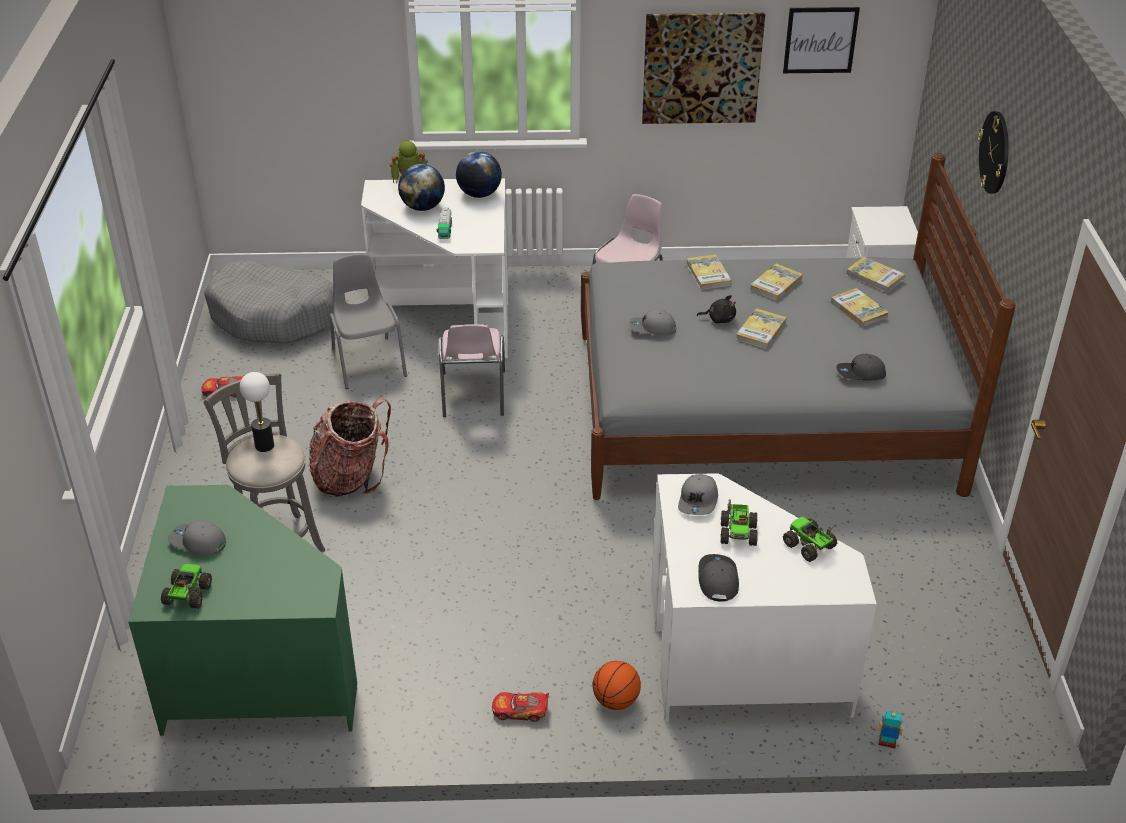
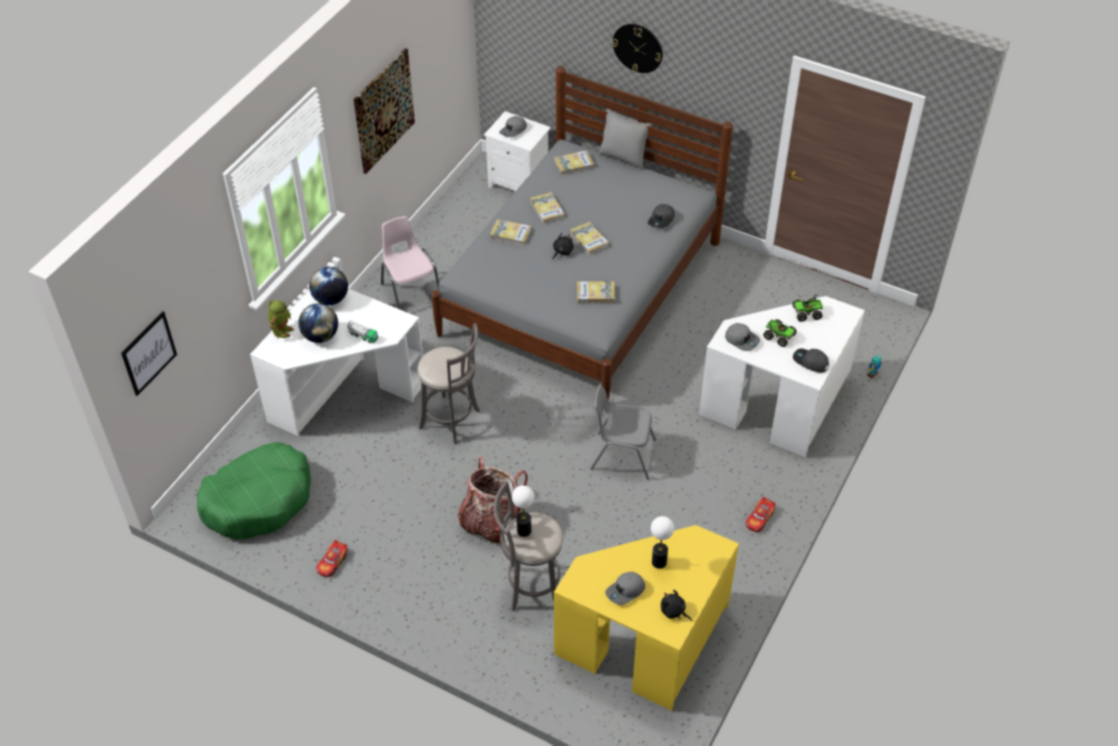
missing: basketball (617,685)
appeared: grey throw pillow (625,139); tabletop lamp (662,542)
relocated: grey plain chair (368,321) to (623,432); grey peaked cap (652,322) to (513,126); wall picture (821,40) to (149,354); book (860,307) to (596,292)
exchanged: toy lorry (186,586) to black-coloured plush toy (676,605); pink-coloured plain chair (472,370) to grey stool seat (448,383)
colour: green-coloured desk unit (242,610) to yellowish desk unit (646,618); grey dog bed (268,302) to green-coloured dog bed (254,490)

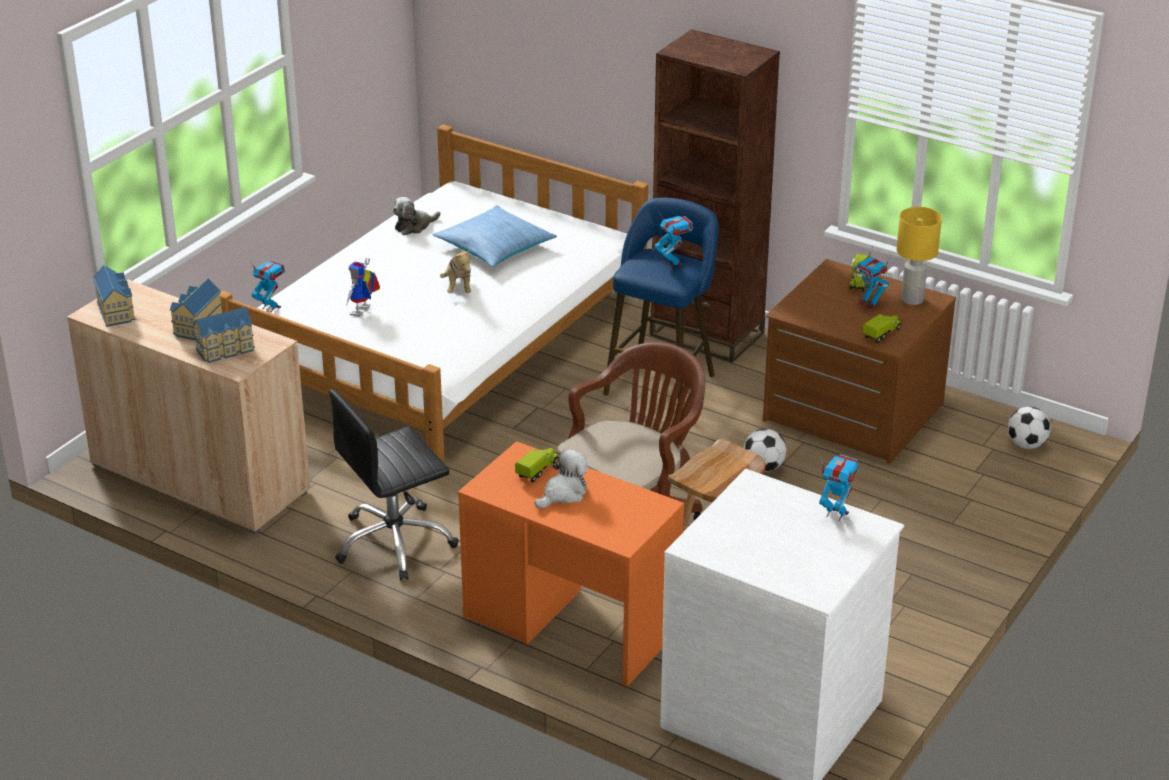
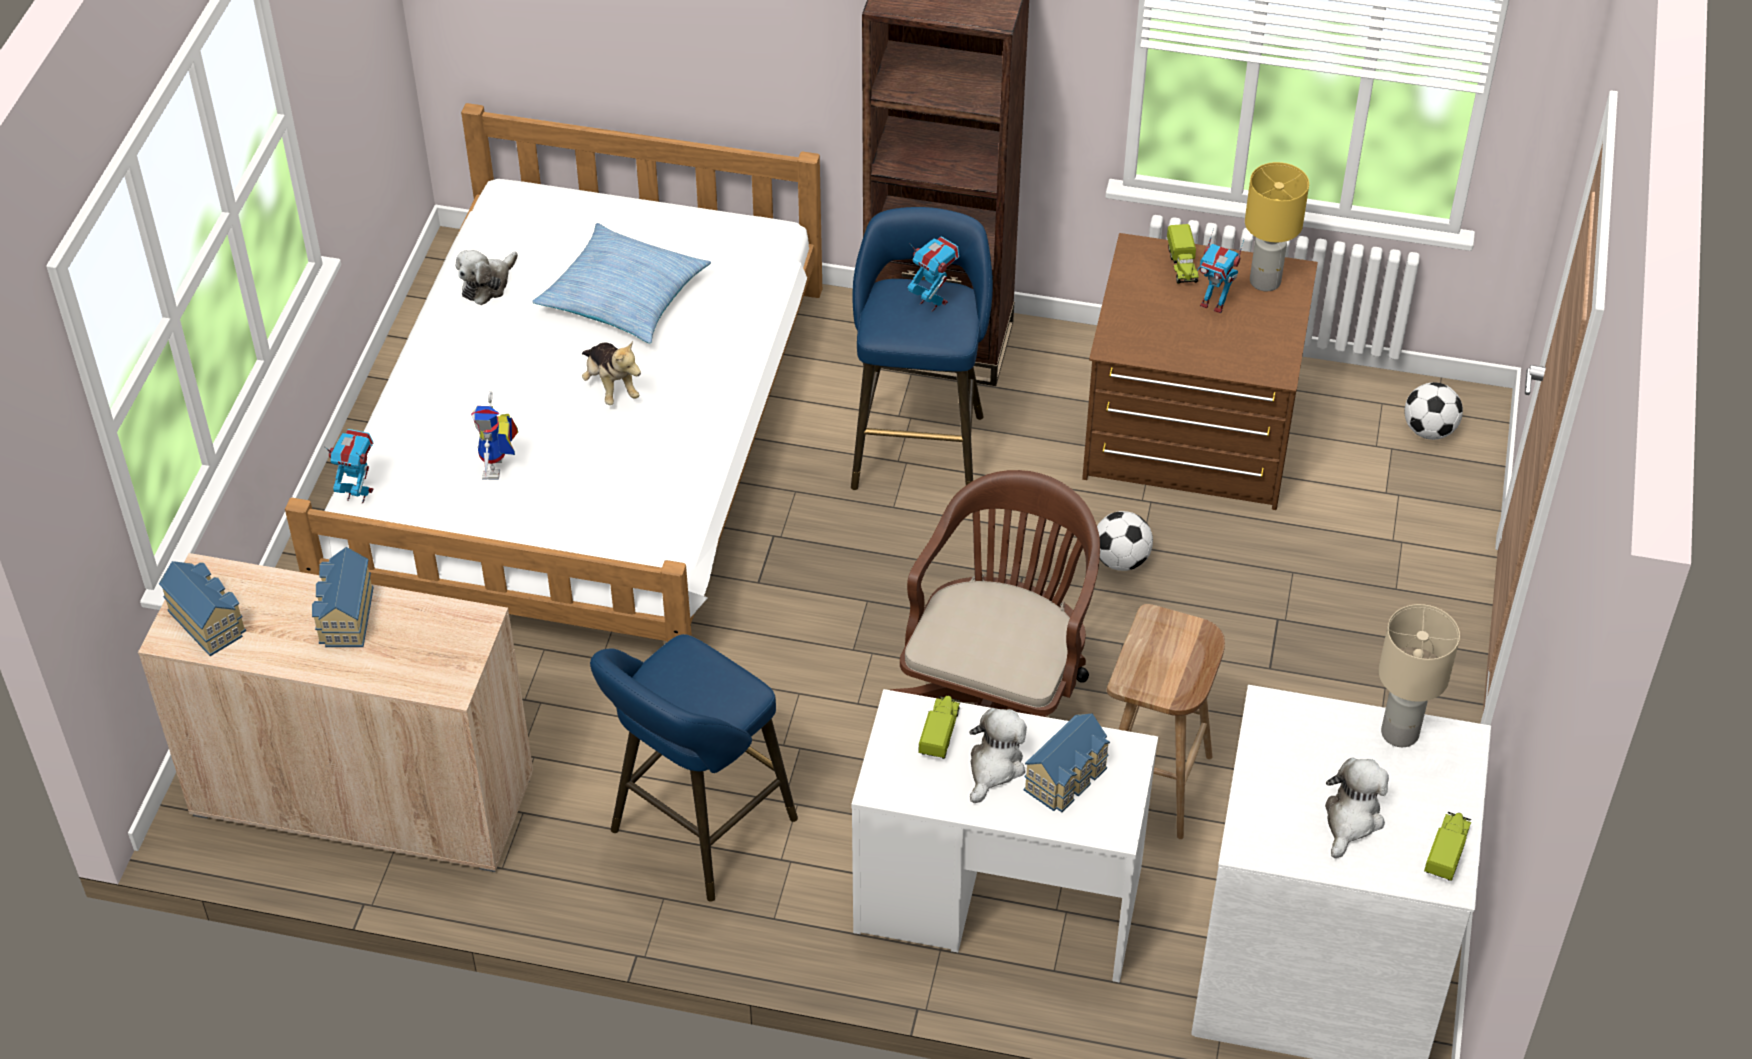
appeared: plush toy (1357,808)
relocated: model house (224,335) to (1067,763); toy lorry (882,328) to (1447,846)
exchanged: black-coloured computer chair (394,484) to bluish stool seat (694,768); toy robot (839,487) to beige tabletop lamp (1419,675)
colour: orangey desk unit (571,564) to white desk unit (1004,836)

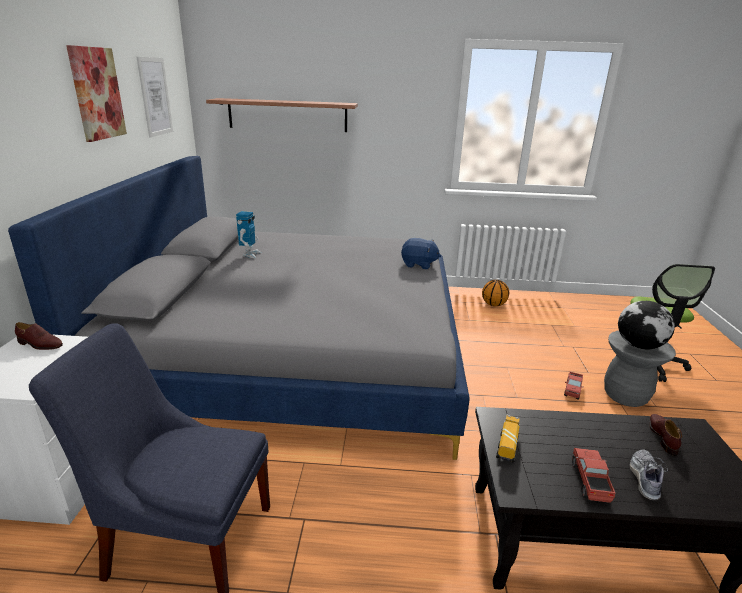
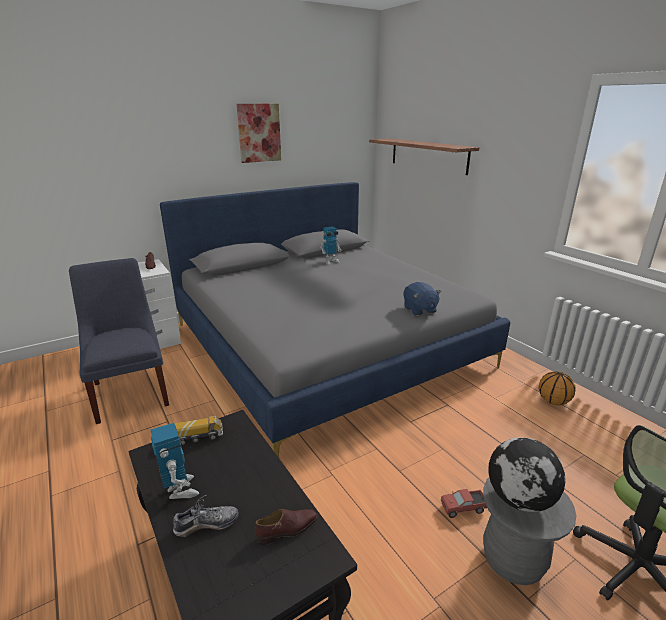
missing: wall picture (155,97)
exchanged: toy lorry (593,475) to toy robot (175,461)

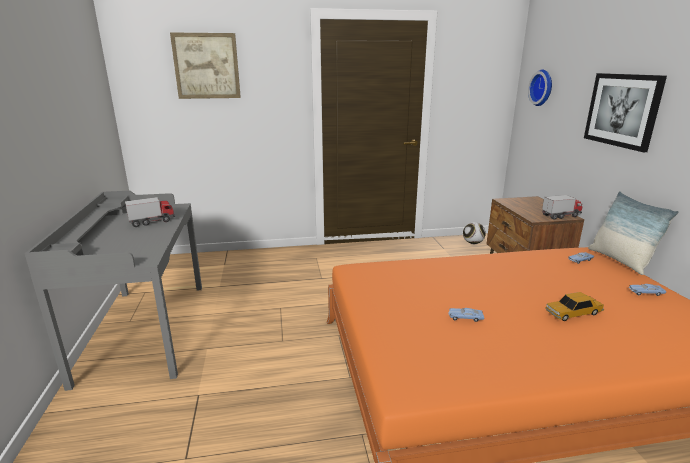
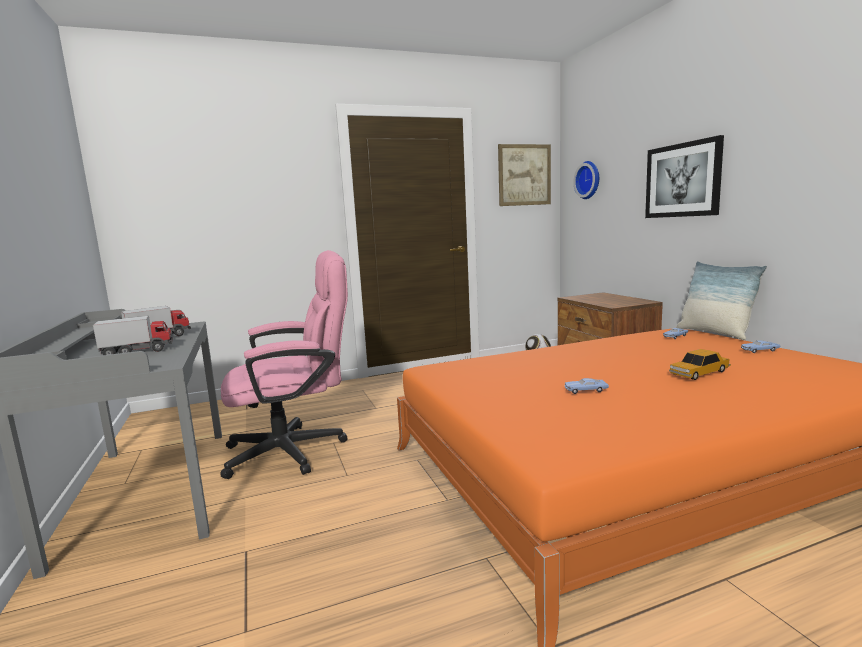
appeared: pink-coloured computer chair (284,364)
relocated: wall picture (205,65) to (524,175); toy lorry (562,207) to (133,335)

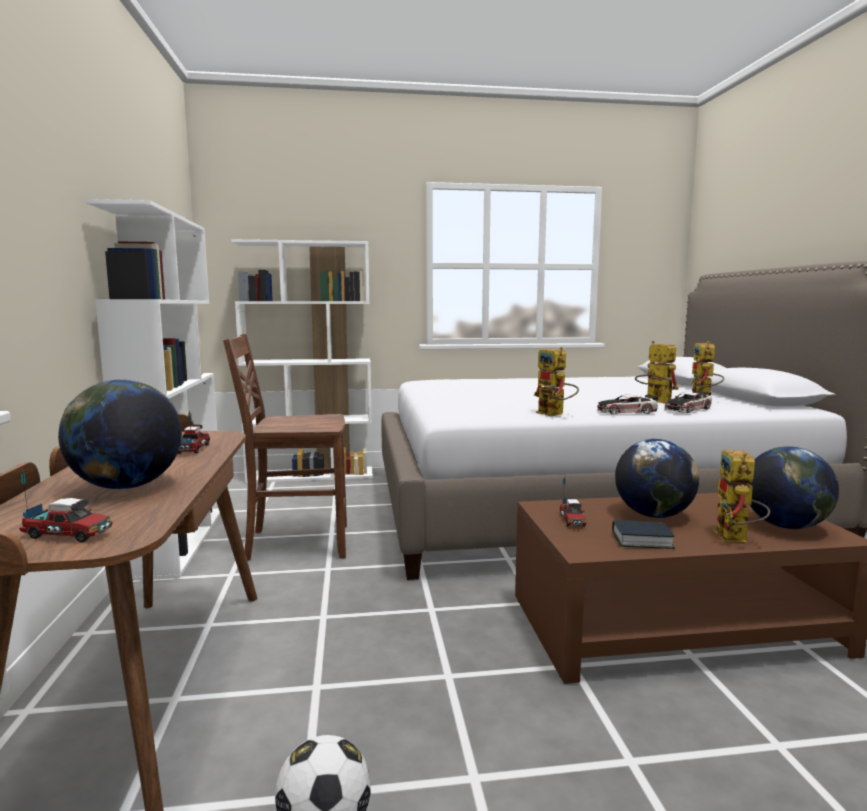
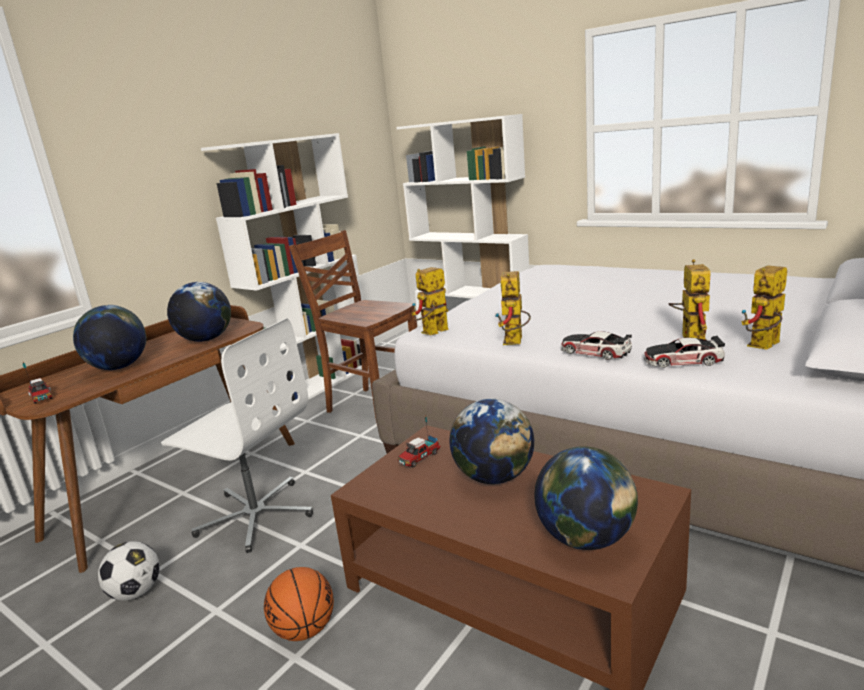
missing: book (643,534)
appeared: white computer chair (237,435); basketball (299,604)
relocated: toy robot (741,496) to (430,301)
exchanged: toy lorry (194,432) to globe (199,312)

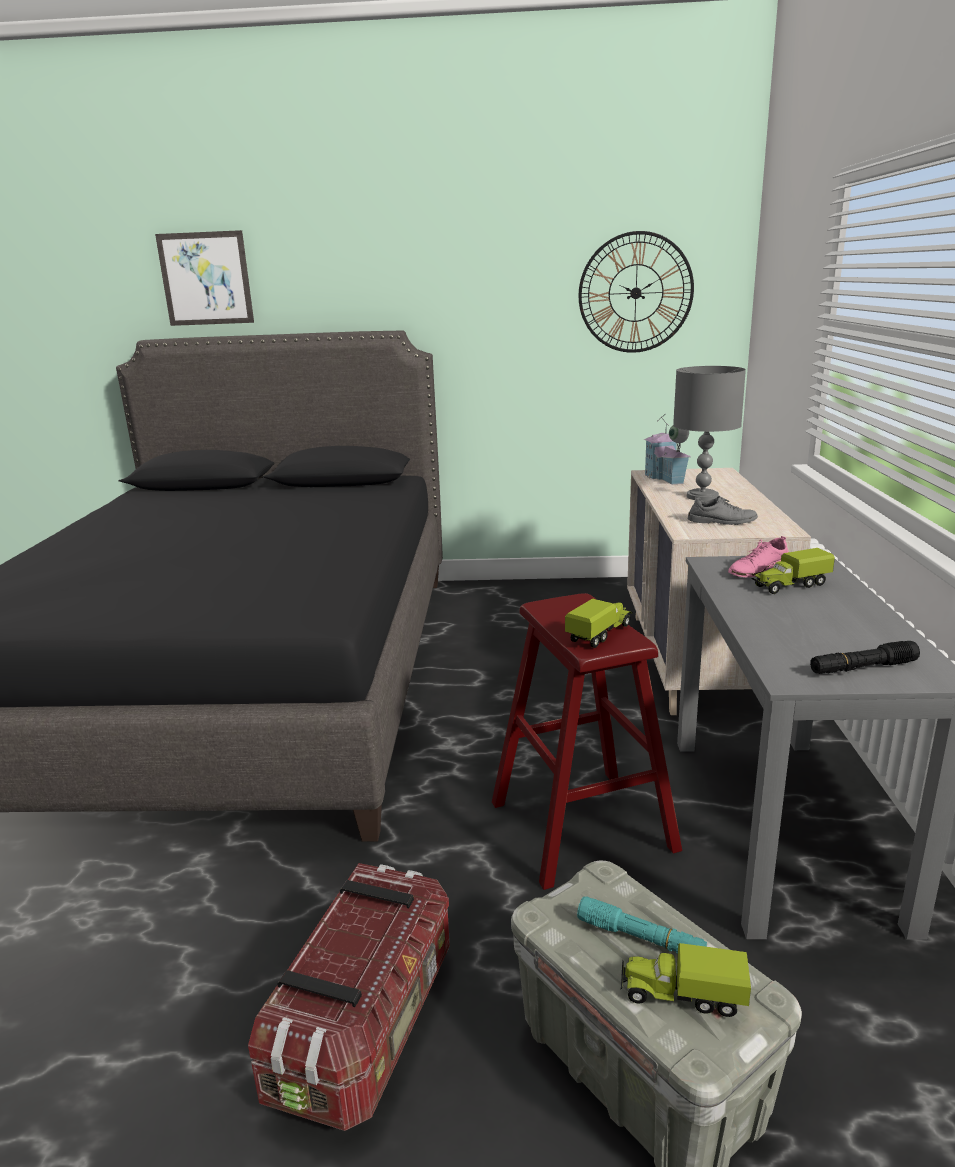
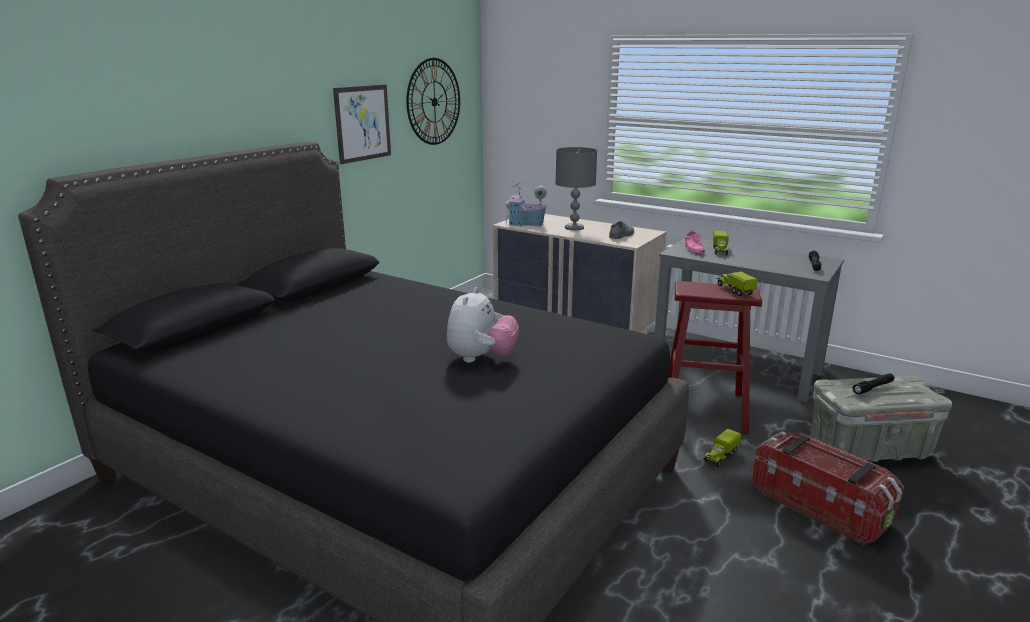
appeared: plush toy (483,325)
relocated: wall picture (204,278) to (362,124); toy lorry (686,980) to (722,448)
colour: turquoise torch (642,925) to black-coloured torch (873,384)

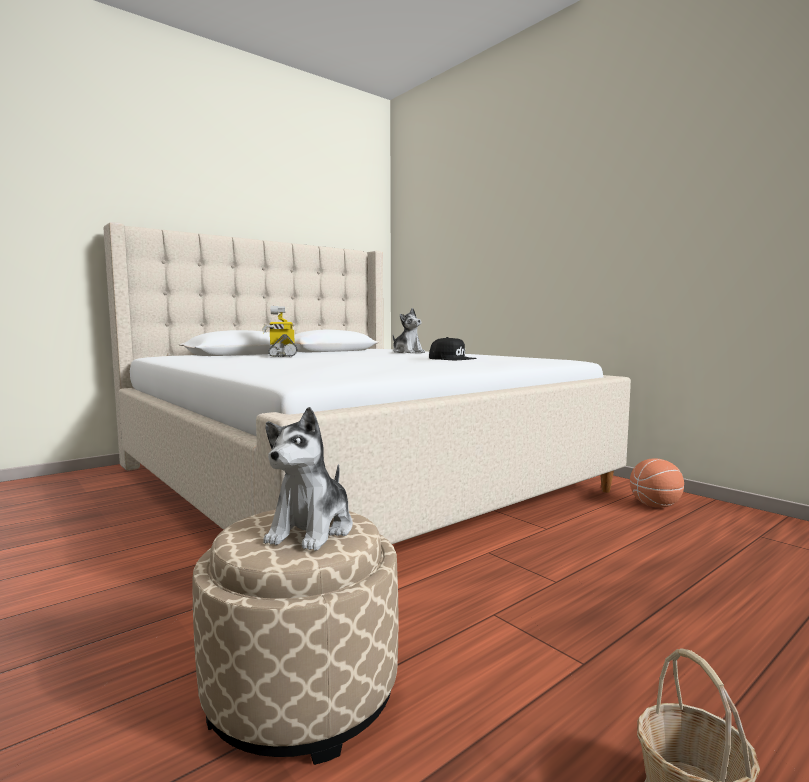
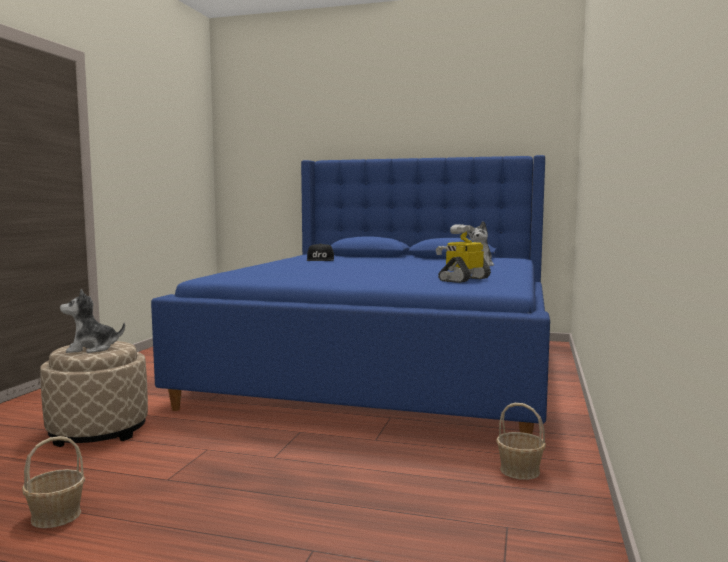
relocated: toy robot (279,331) to (463,253); black-coloured peaked cap (453,348) to (320,252)
exchanged: basketball (657,483) to household basket (521,441)
colour: beige sleeping bed (367,383) to bluish sleeping bed (350,294)

